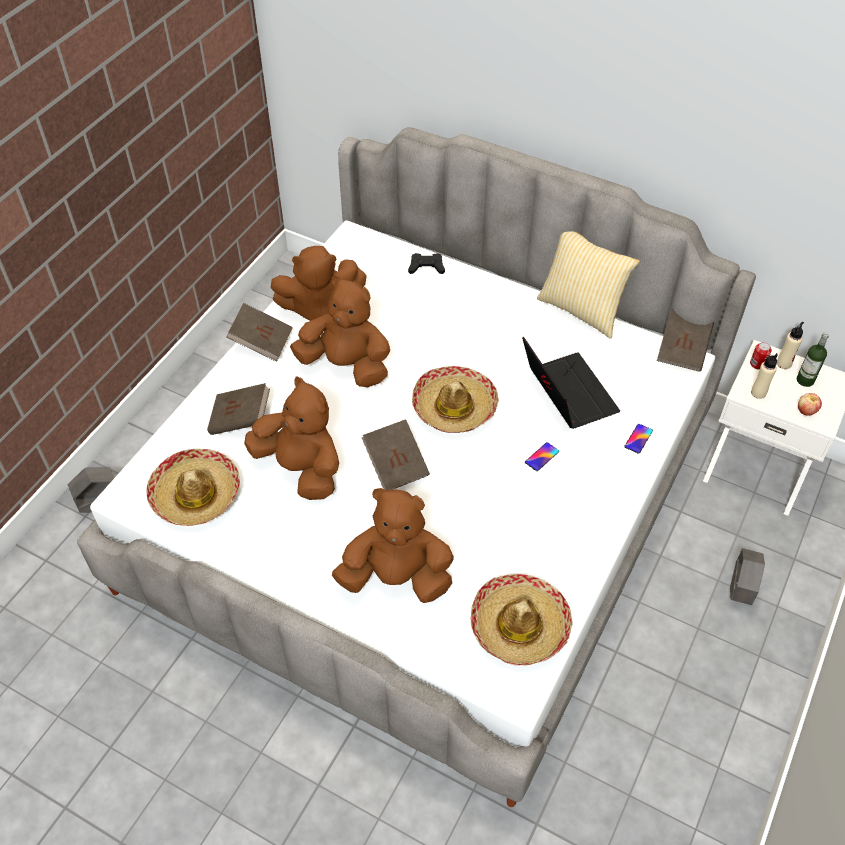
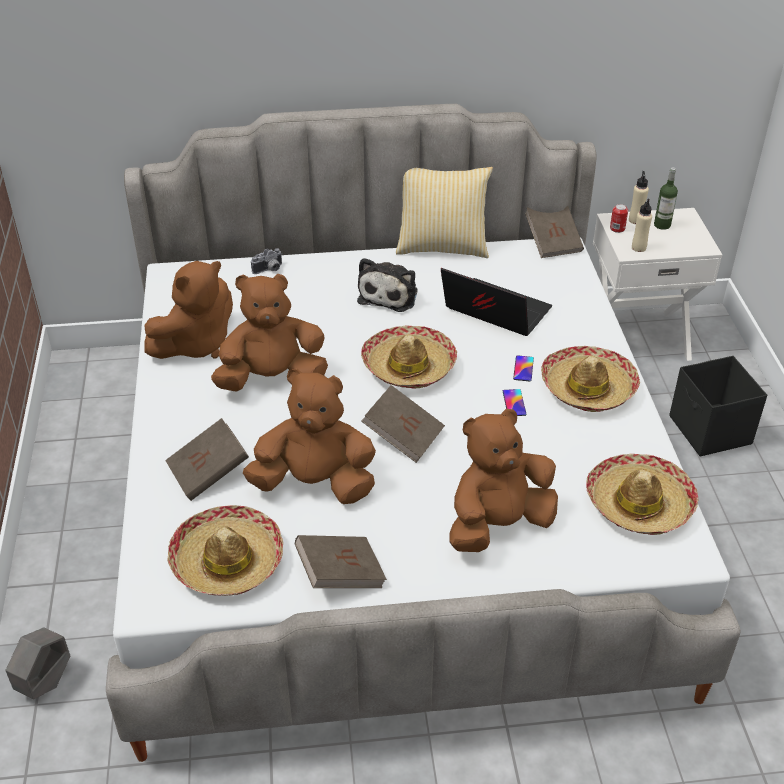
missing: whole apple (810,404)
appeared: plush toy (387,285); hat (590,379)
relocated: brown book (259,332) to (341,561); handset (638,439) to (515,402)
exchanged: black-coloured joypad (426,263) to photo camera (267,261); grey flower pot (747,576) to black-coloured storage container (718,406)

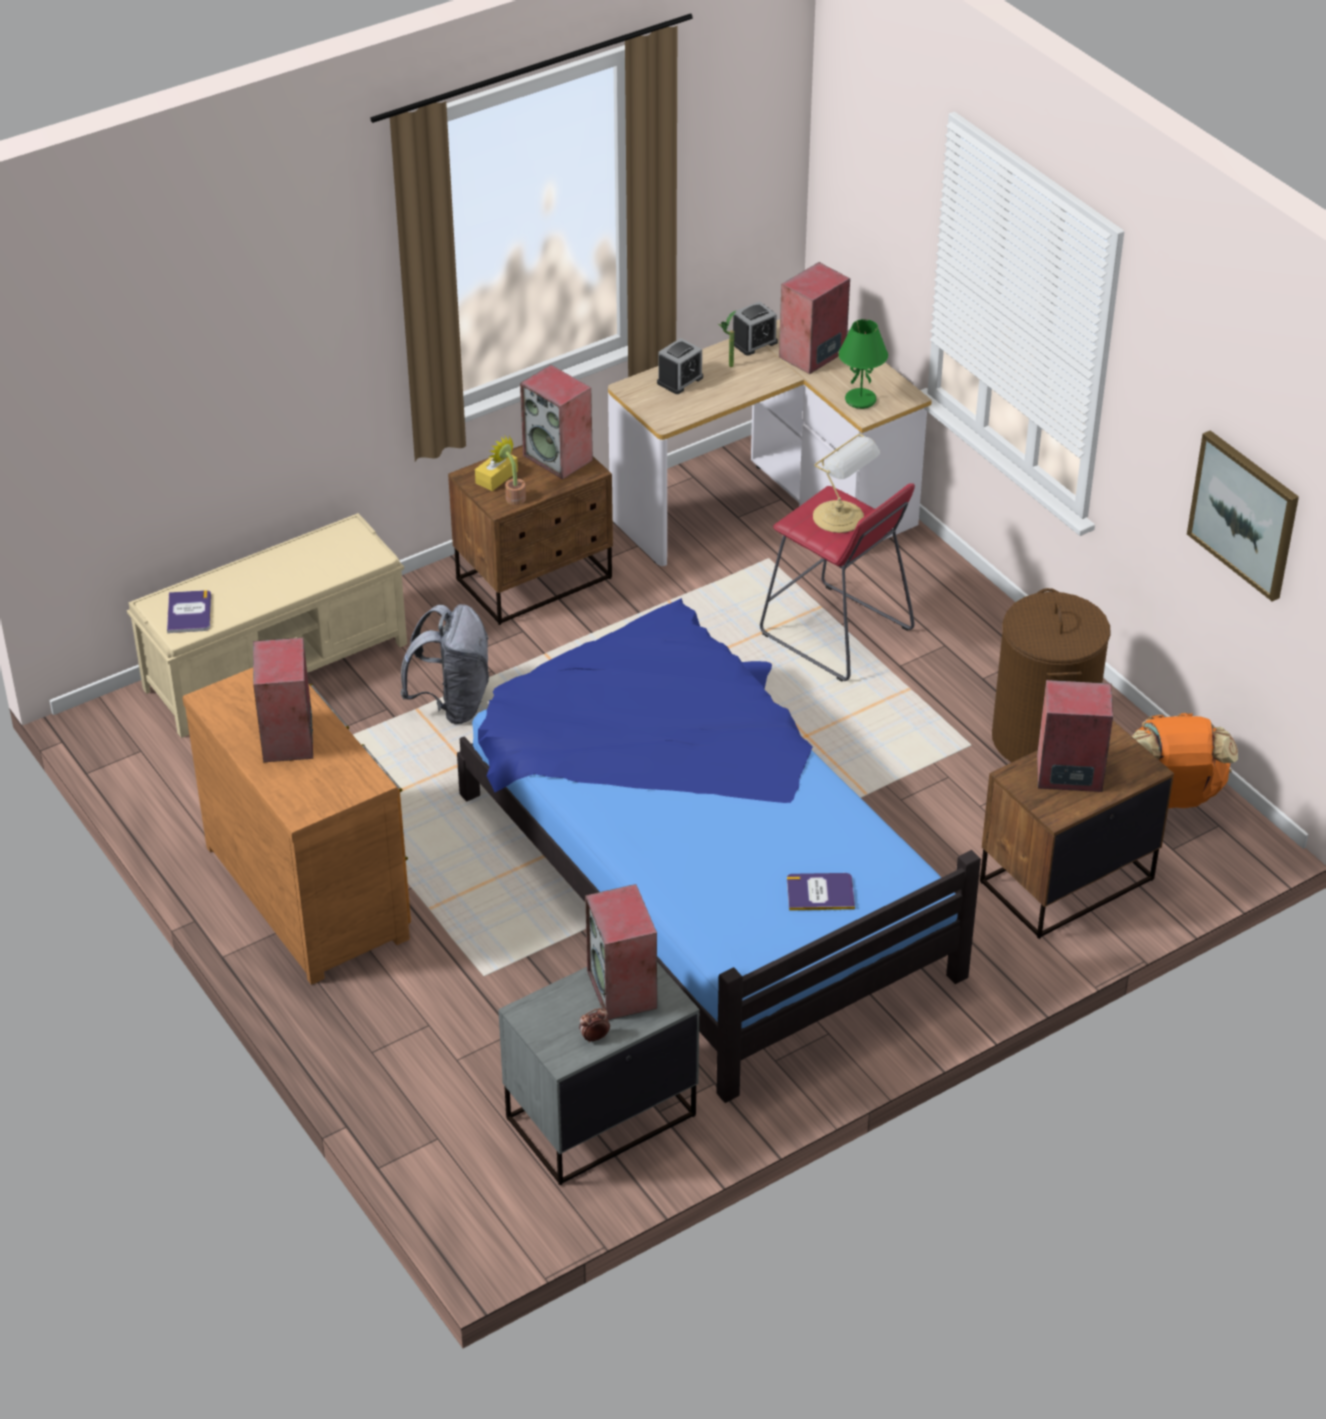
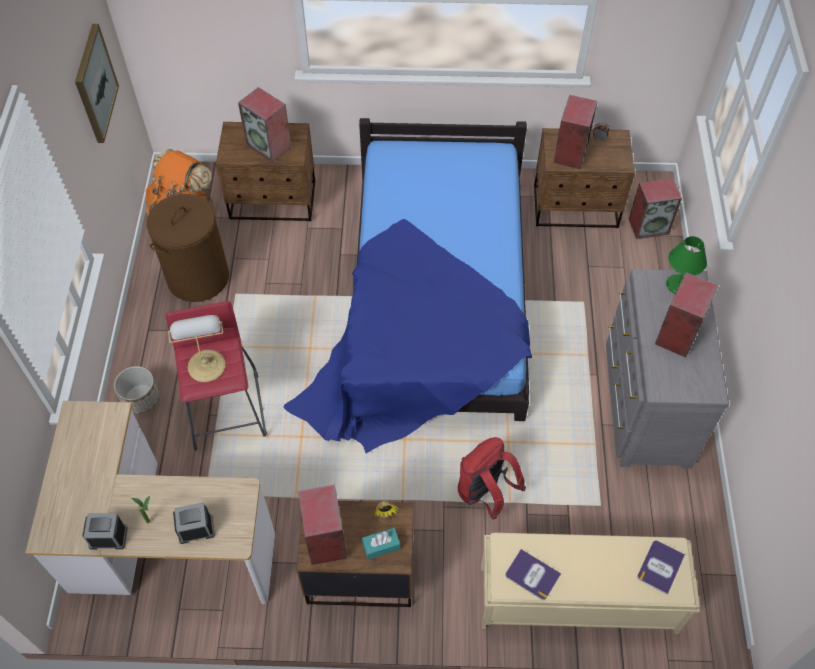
appeared: flower pot (137,390)
relocated: speaker (814,318) to (655,208); book (821,892) to (533,574); green-coloured tabletop lamp (863,364) to (686,265)
colour: brown chest of drawers (296,826) to grey chest of drawers (667,369); grey rucksack (444,664) to reddish rucksack (492,478); yellowish tissue box (496,472) to turquoise tissue box (381,543); grey night table (598,1073) to brown night table (584,178)

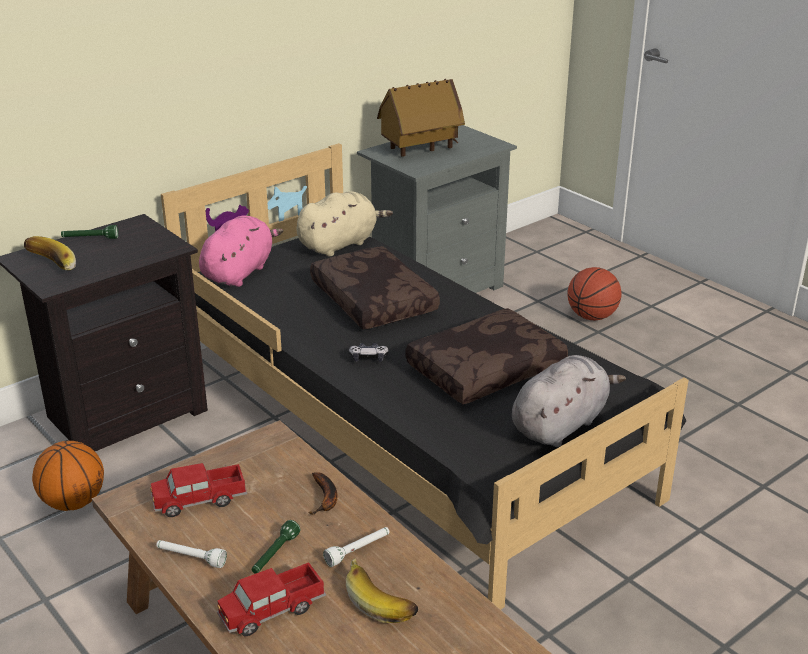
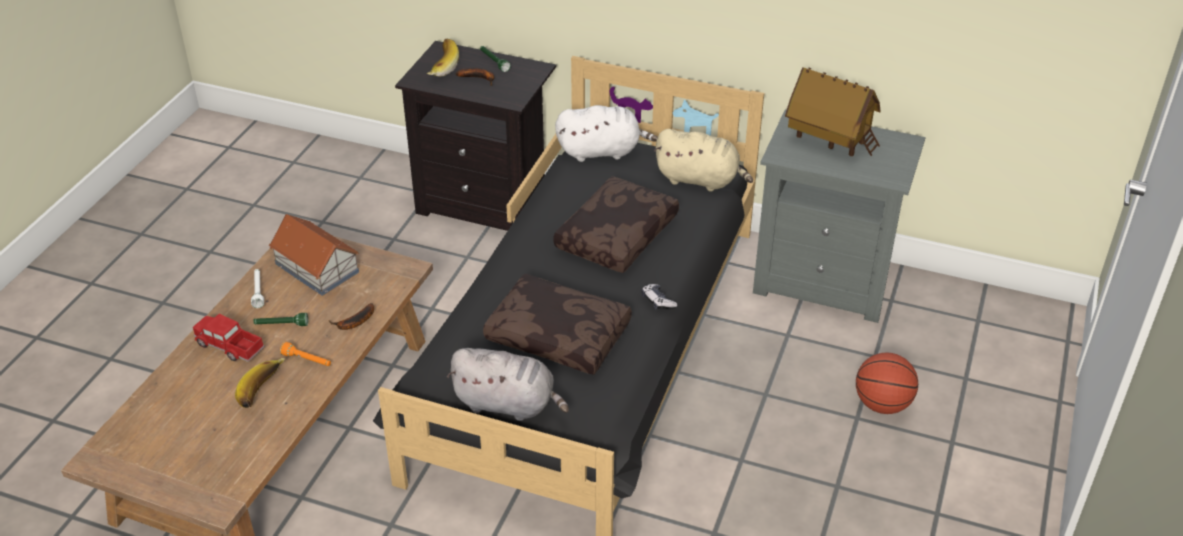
missing: basketball (68,476)
appeared: banana (475,77)
relocated: joypad (369,352) to (659,297)
exchanged: toy lorry (198,490) to model house (314,255)
colour: pink-coloured plush toy (241,251) to white plush toy (606,133); white torch (356,547) to orangey torch (305,354)

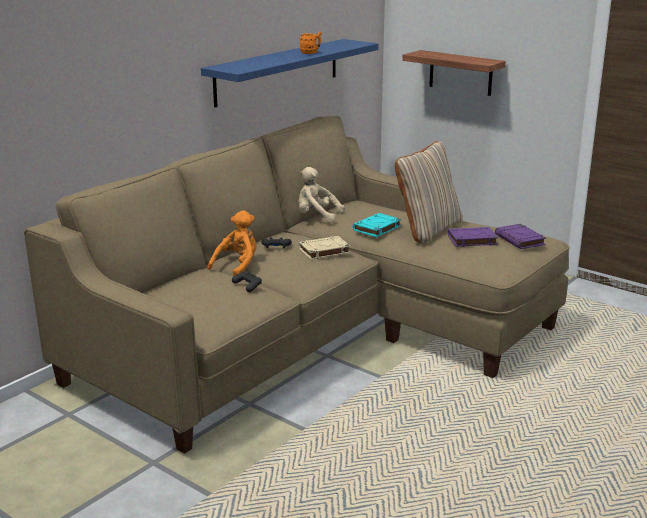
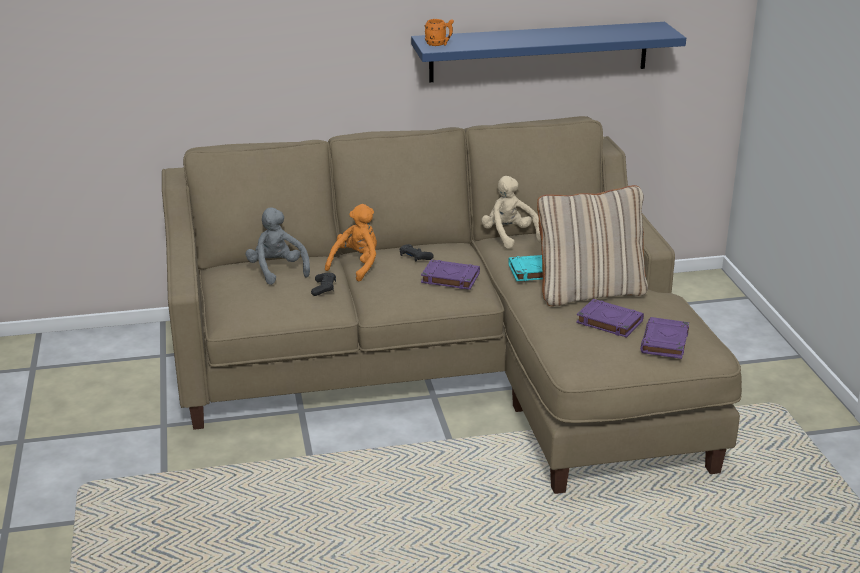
missing: wall shelf (454,73)
appeared: grey plush toy (277,246)
relocated: orangey coffee mug (310,42) to (439,32)
colour: beige book (324,248) to purple book (450,275)
spun: orangey plush toy (232,243) = (351,242) 45 degrees counterclockwise

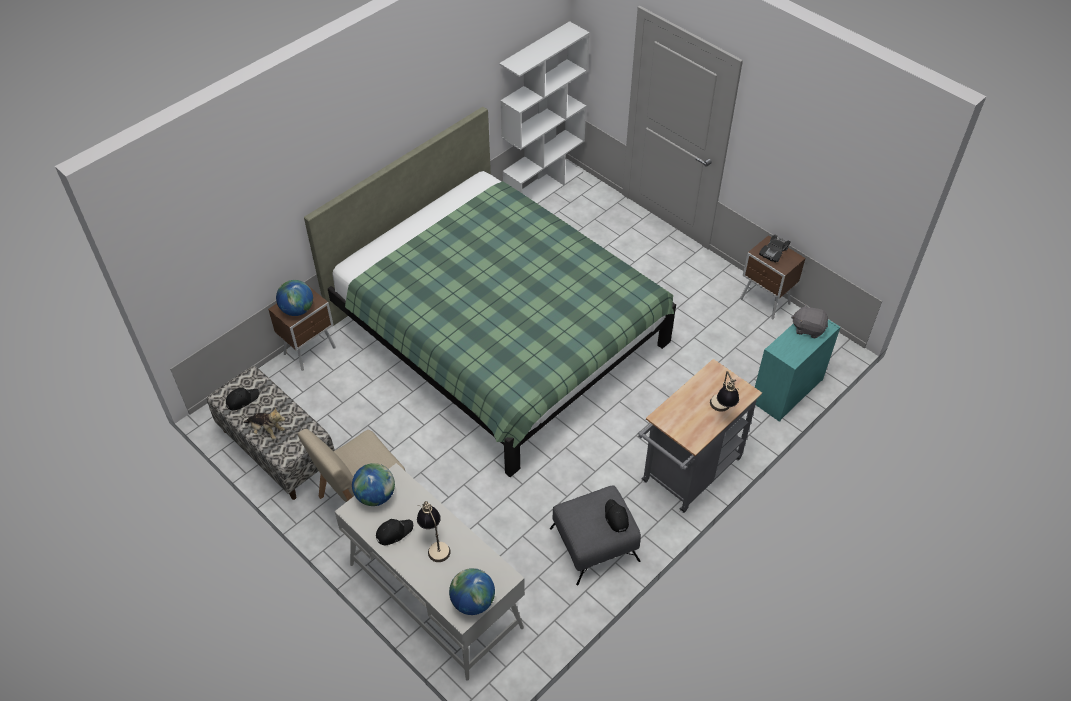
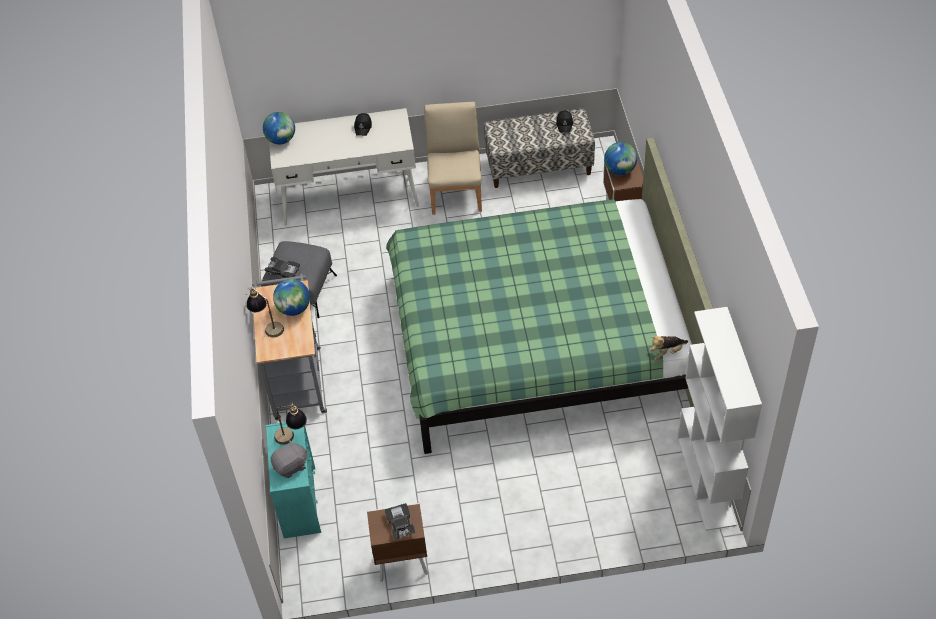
relocated: plush toy (264,423) to (668,348); globe (373,484) to (291,297); tabletop lamp (434,531) to (290,423)
exchanged: black-coloured peaked cap (617,515) to black-coloured miniature car (282,267)

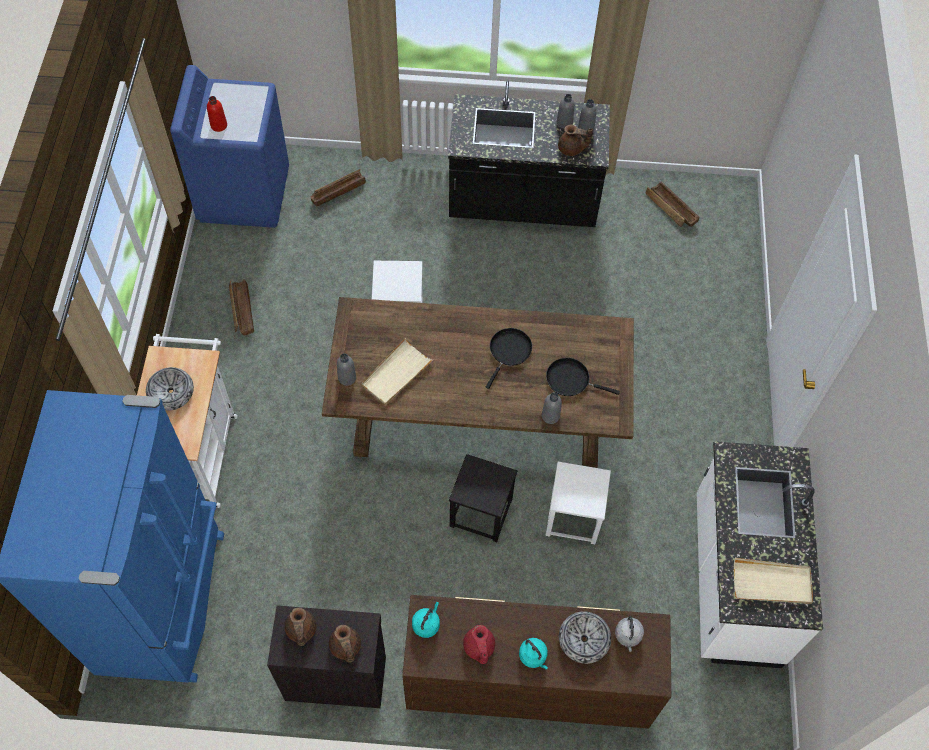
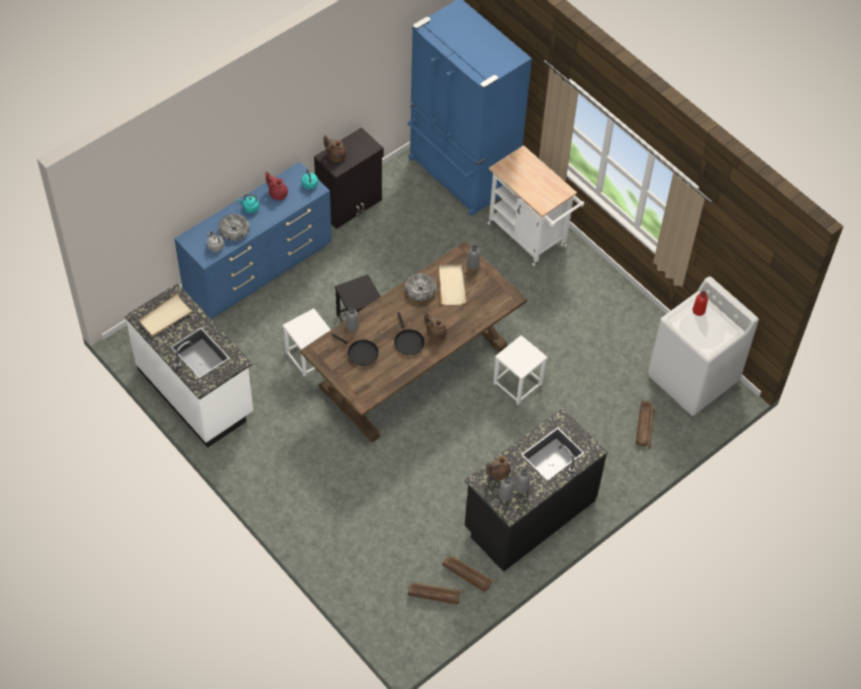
relocated: serving bowl (170,389) to (420,287); crate (241,307) to (468,574); brown pot for tea (301,626) to (435,326)
colour: bluish washing machine (229,146) to white washing machine (703,346); brown chest of drawers (536,662) to bluish chest of drawers (253,240)
spun: black-coloured skillet (583,377) = (355,349) 60 degrees clockwise

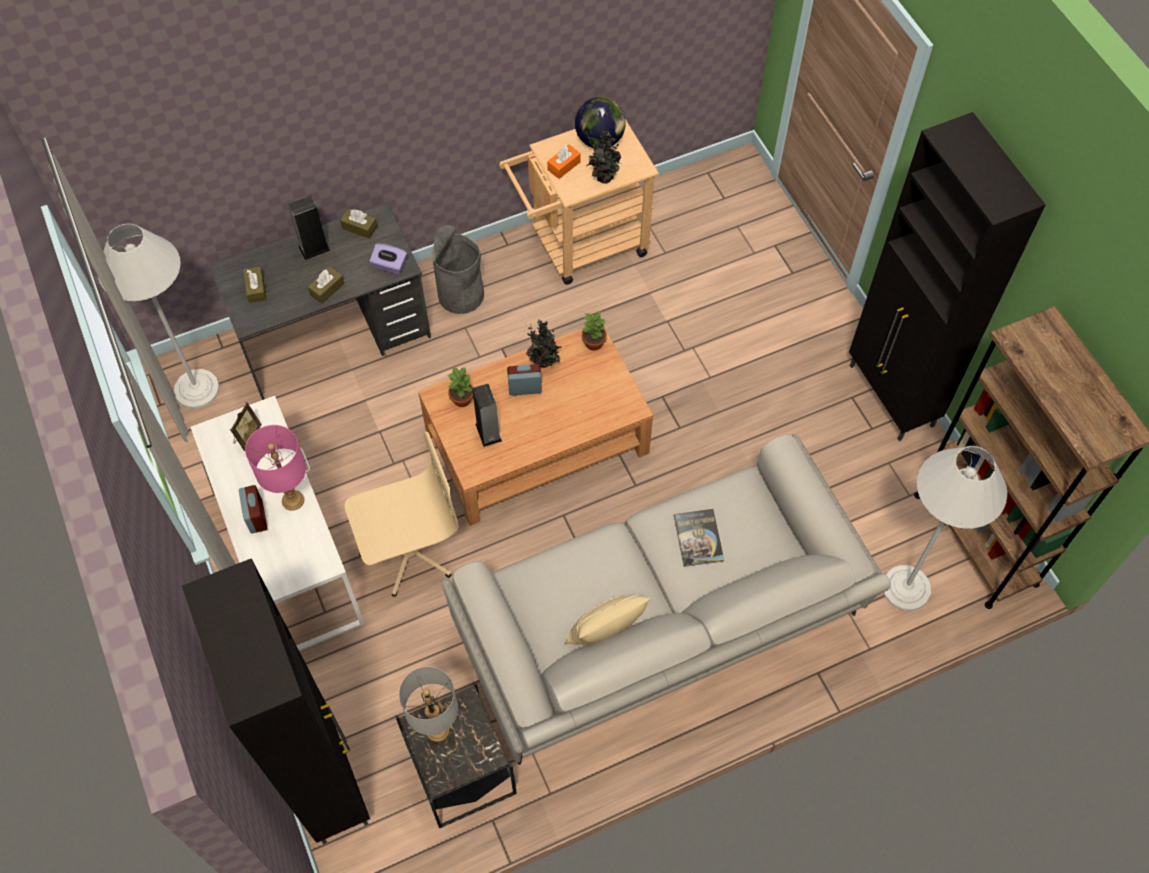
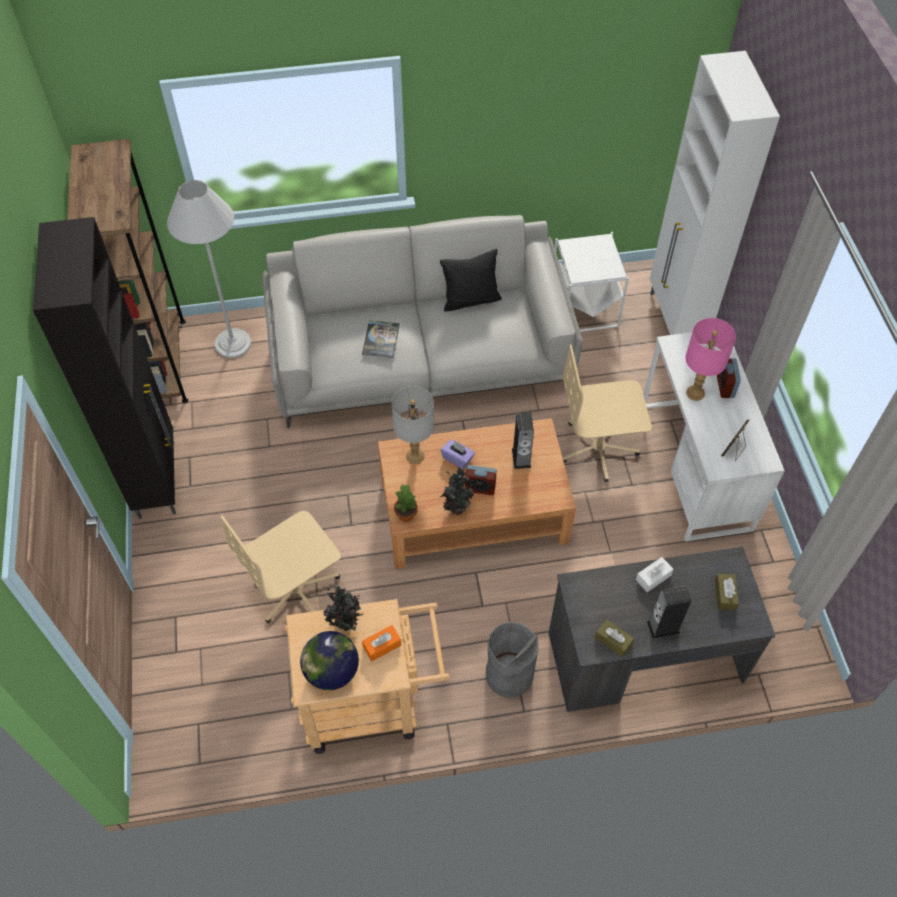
missing: white standard lamp (159,316); plant in a pot (460,387)
appeared: beige computer chair (281,567)
relocated: purple tissue box (388,259) to (458,454); grey tabletop lamp (428,704) to (413,425)
colour: black-coloured storage cabinet (276,701) to white storage cabinet (715,193); brown tissue box (326,285) to white tissue box (654,574); black-coloured accent table (456,755) to white accent table (592,282); beige throw pillow (608,620) to black-coloured throw pillow (471,280)

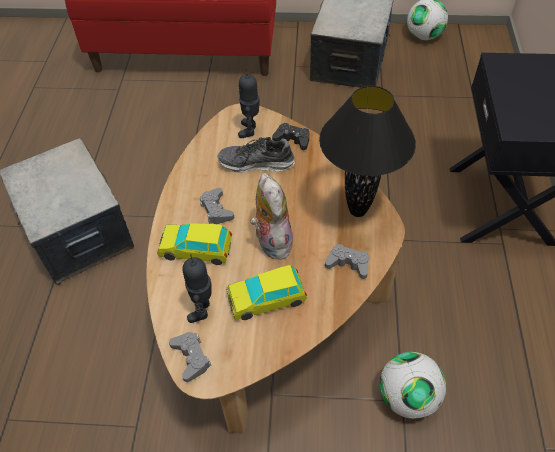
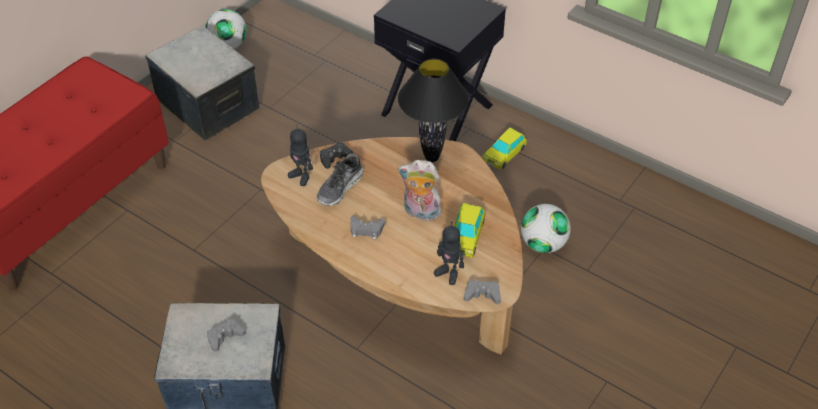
relocated: miniature car (194,244) to (504,149); grey joypad (347,261) to (226,335)

